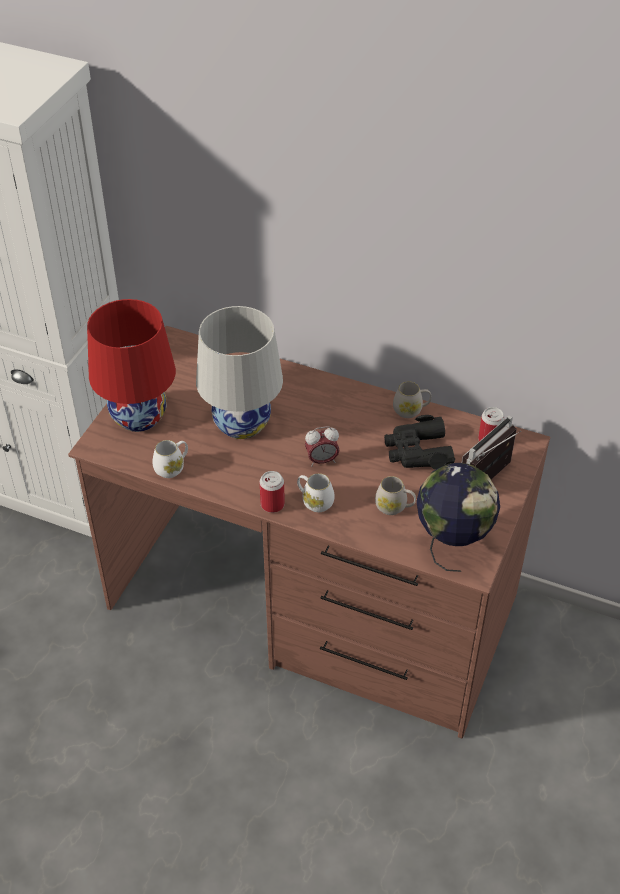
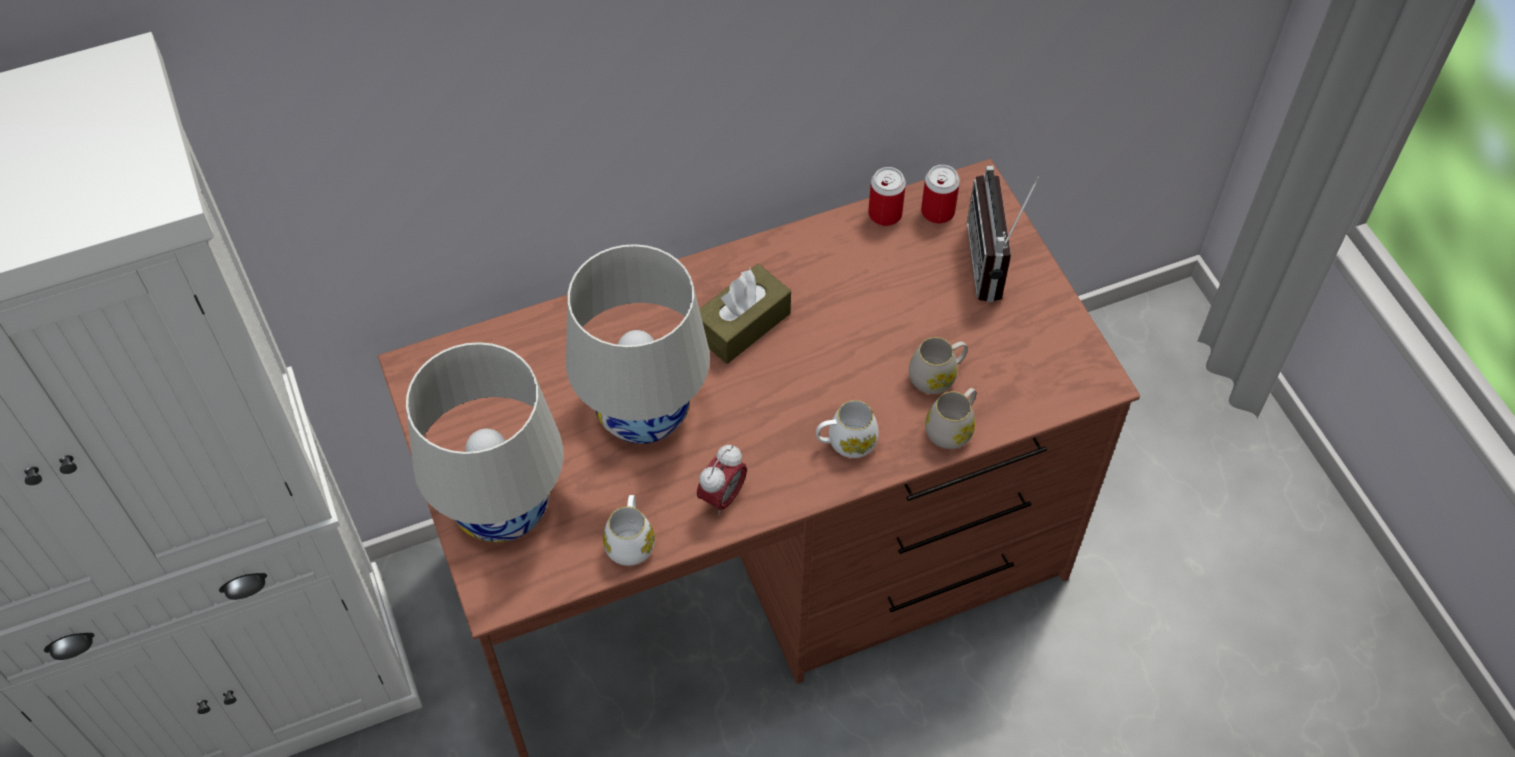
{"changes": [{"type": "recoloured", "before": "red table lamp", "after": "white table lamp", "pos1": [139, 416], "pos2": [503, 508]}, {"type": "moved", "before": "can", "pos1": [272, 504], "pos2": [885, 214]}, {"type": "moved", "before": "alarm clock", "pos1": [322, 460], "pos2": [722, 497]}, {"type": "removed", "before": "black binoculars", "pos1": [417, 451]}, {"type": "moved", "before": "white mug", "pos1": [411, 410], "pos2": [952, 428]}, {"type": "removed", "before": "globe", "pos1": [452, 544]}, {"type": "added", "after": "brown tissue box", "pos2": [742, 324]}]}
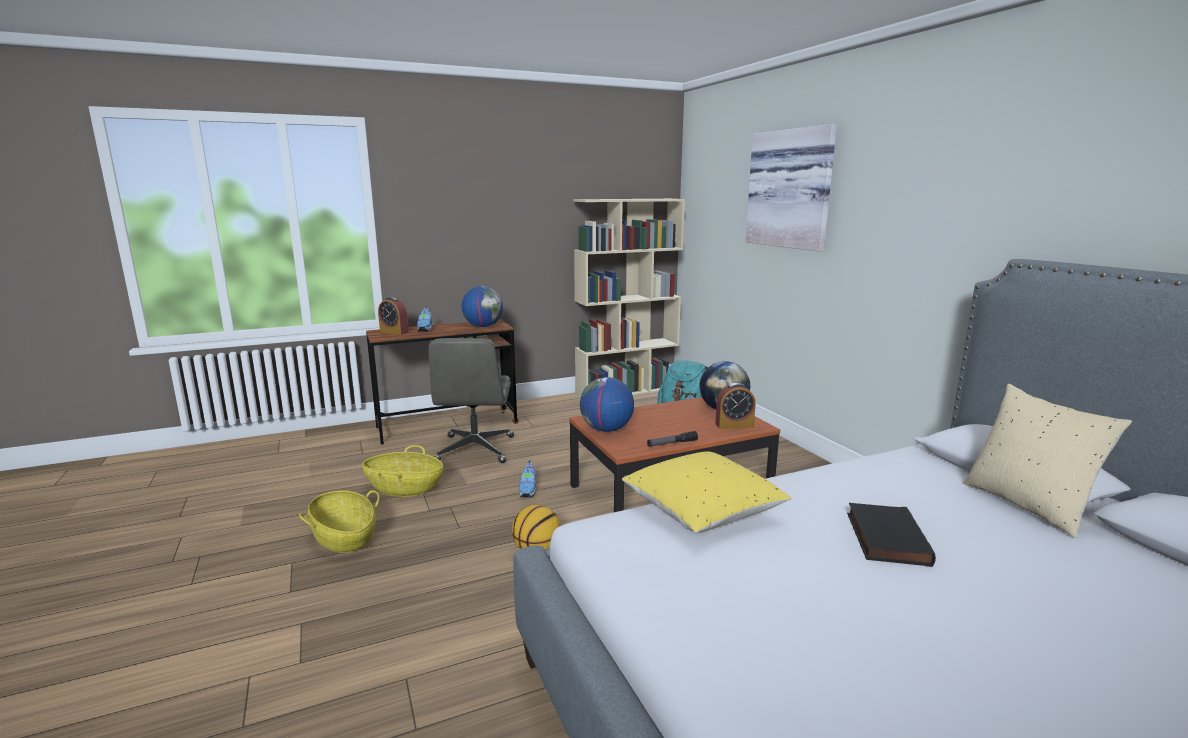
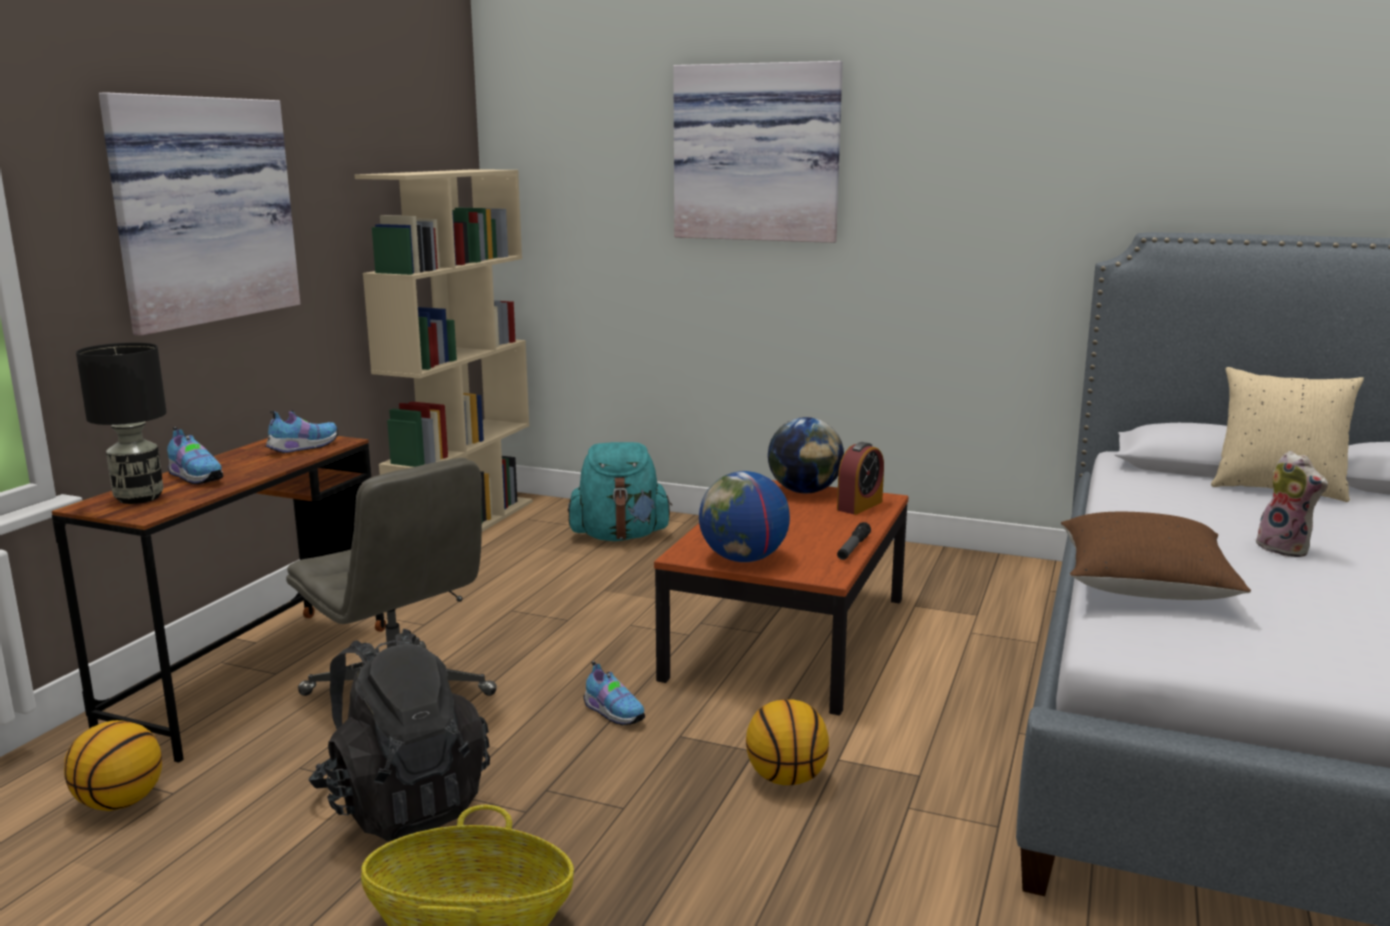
{"changes": [{"type": "replaced", "before": "basket", "after": "black backpack", "pos1": [404, 488], "pos2": [403, 804]}, {"type": "replaced", "before": "alarm clock", "after": "black table lamp", "pos1": [394, 332], "pos2": [140, 498]}, {"type": "replaced", "before": "globe", "after": "shoe", "pos1": [483, 326], "pos2": [301, 448]}, {"type": "recoloured", "before": "yellow pillow", "after": "brown pillow", "pos1": [702, 512], "pos2": [1144, 587]}, {"type": "replaced", "before": "black book", "after": "plush toy", "pos1": [884, 538], "pos2": [1286, 549]}, {"type": "added", "after": "basketball", "pos2": [119, 802]}, {"type": "added", "after": "picture", "pos2": [200, 210]}]}
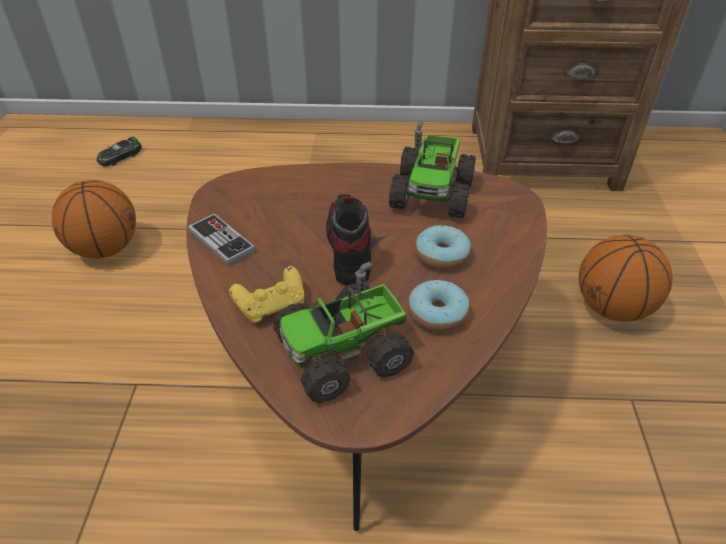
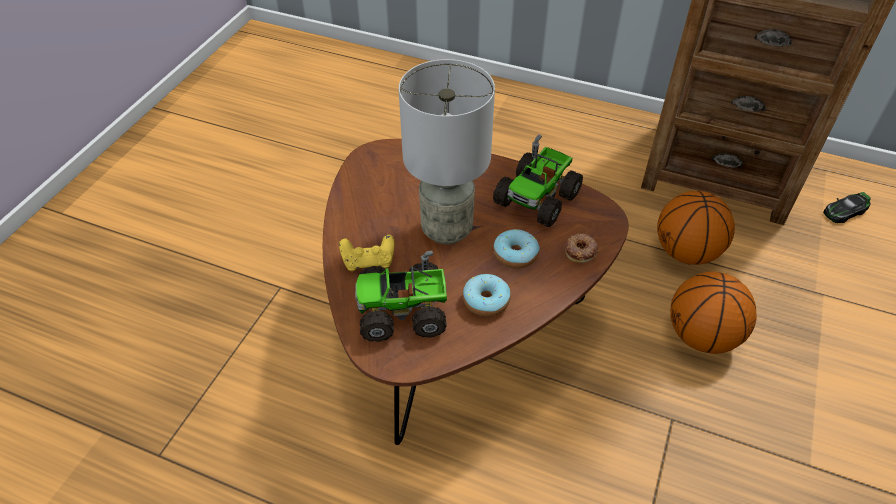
{"changes": [{"type": "moved", "before": "basketball", "pos1": [106, 249], "pos2": [686, 252]}, {"type": "moved", "before": "toy car", "pos1": [120, 156], "pos2": [845, 211]}, {"type": "removed", "before": "game controller", "pos1": [221, 241]}, {"type": "replaced", "before": "shoe", "after": "grey table lamp", "pos1": [348, 248], "pos2": [445, 229]}, {"type": "added", "after": "donut", "pos2": [581, 250]}]}
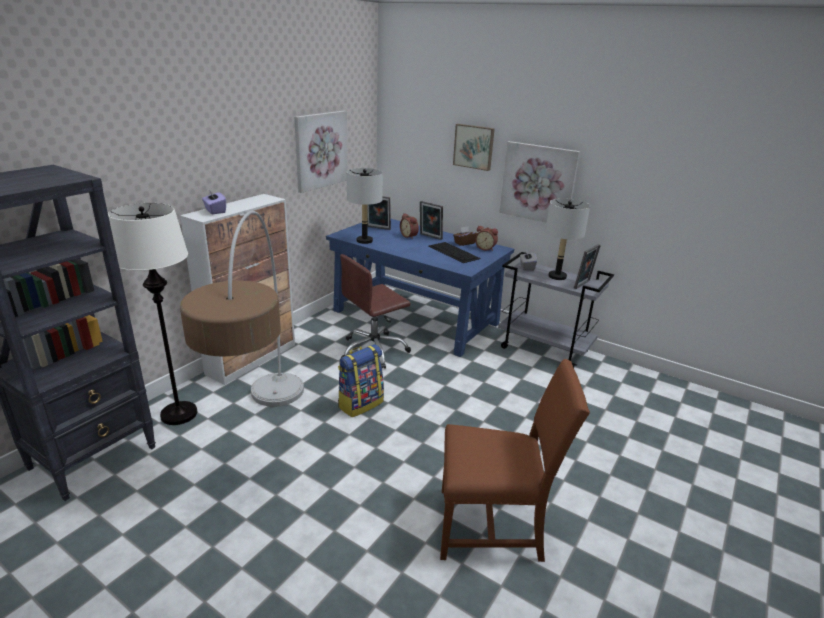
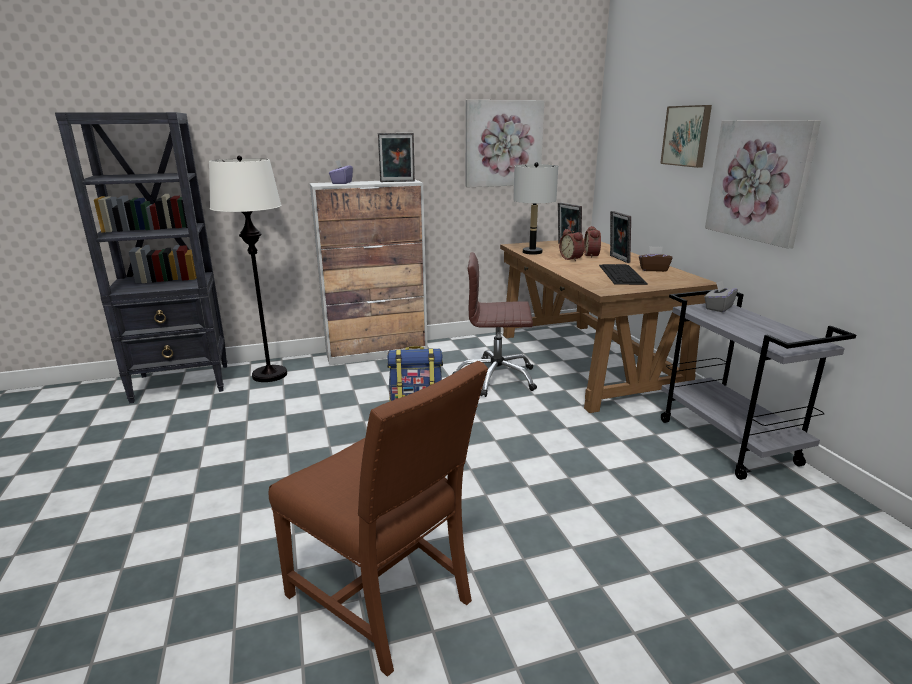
{"changes": [{"type": "removed", "before": "floor lamp", "pos1": [263, 437]}, {"type": "recoloured", "before": "blue desk", "after": "brown desk", "pos1": [415, 317], "pos2": [586, 362]}, {"type": "moved", "before": "alarm clock", "pos1": [485, 248], "pos2": [572, 258]}, {"type": "removed", "before": "grey table lamp", "pos1": [557, 276]}, {"type": "moved", "before": "picture frame", "pos1": [583, 285], "pos2": [397, 181]}]}
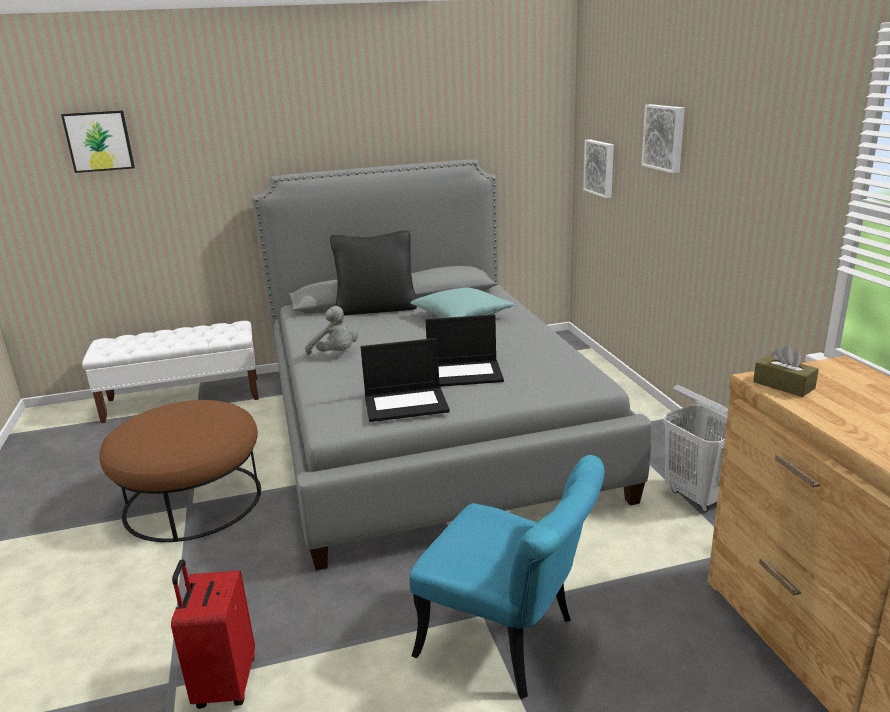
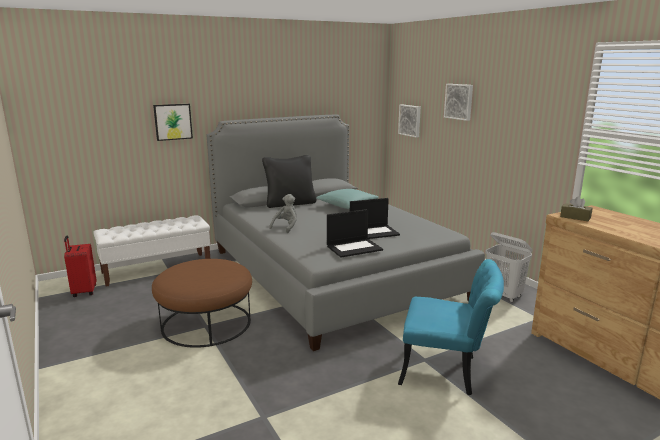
{"changes": [{"type": "moved", "before": "picture", "pos1": [99, 141], "pos2": [173, 121]}, {"type": "moved", "before": "red suitcase", "pos1": [224, 684], "pos2": [83, 292]}, {"type": "turned", "before": "grey plush toy", "pos1": [335, 354], "pos2": [286, 227], "turn": -90}]}
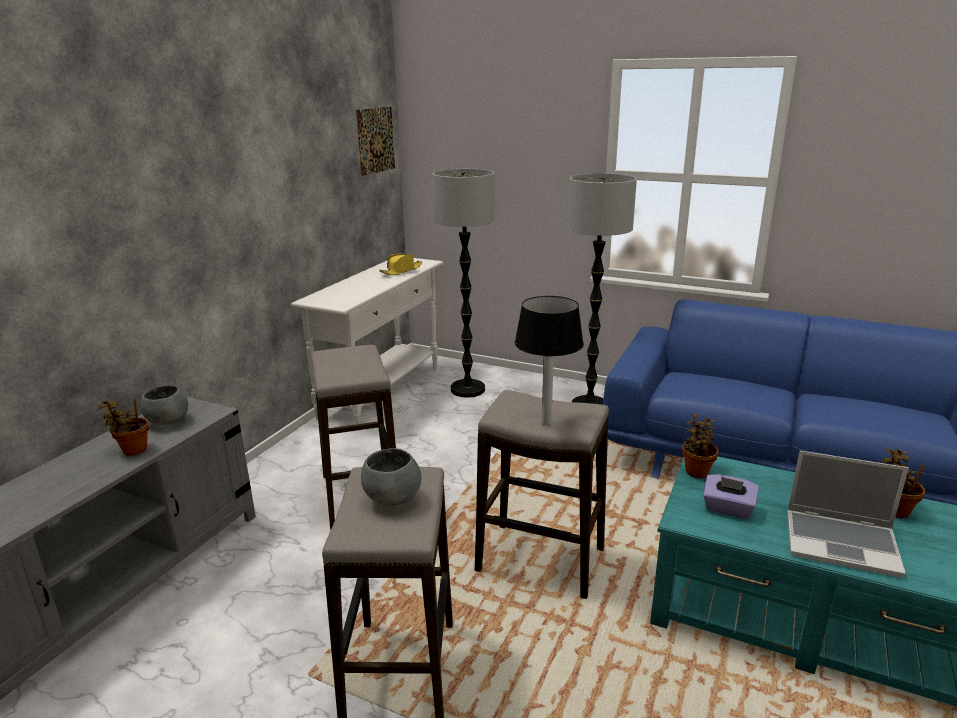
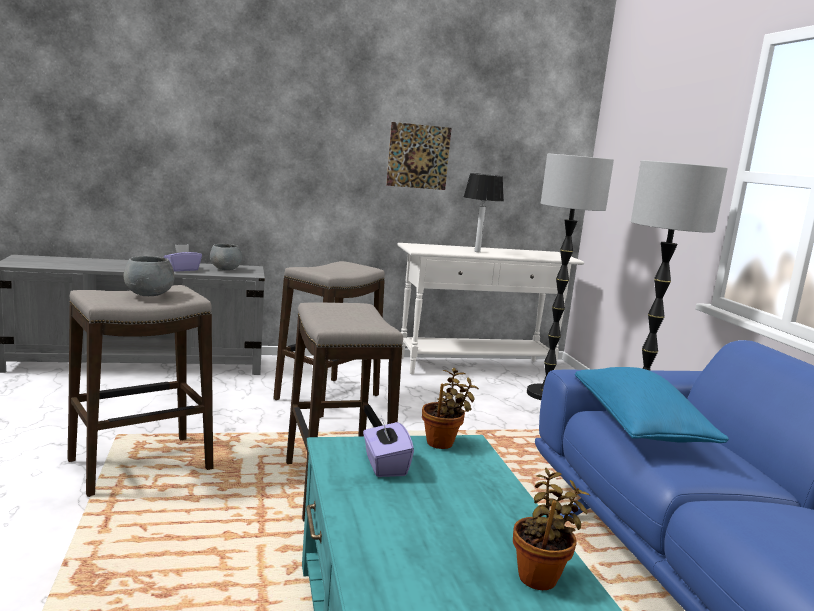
{"changes": [{"type": "replaced", "before": "potted plant", "after": "purple tissue box", "pos1": [132, 450], "pos2": [182, 269]}, {"type": "moved", "before": "picture", "pos1": [376, 140], "pos2": [418, 156]}, {"type": "removed", "before": "yellow hat", "pos1": [401, 271]}, {"type": "moved", "before": "table lamp", "pos1": [546, 423], "pos2": [477, 251]}, {"type": "removed", "before": "laptop", "pos1": [842, 543]}, {"type": "added", "after": "blue pillow", "pos2": [638, 426]}]}
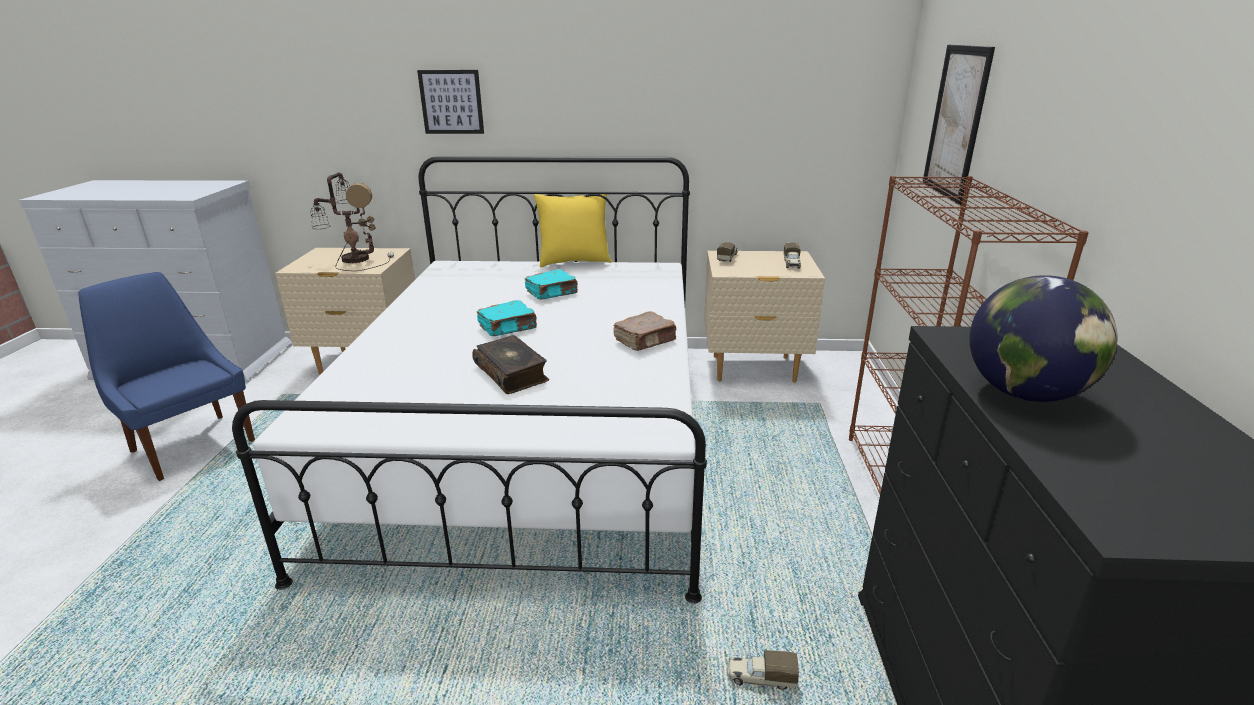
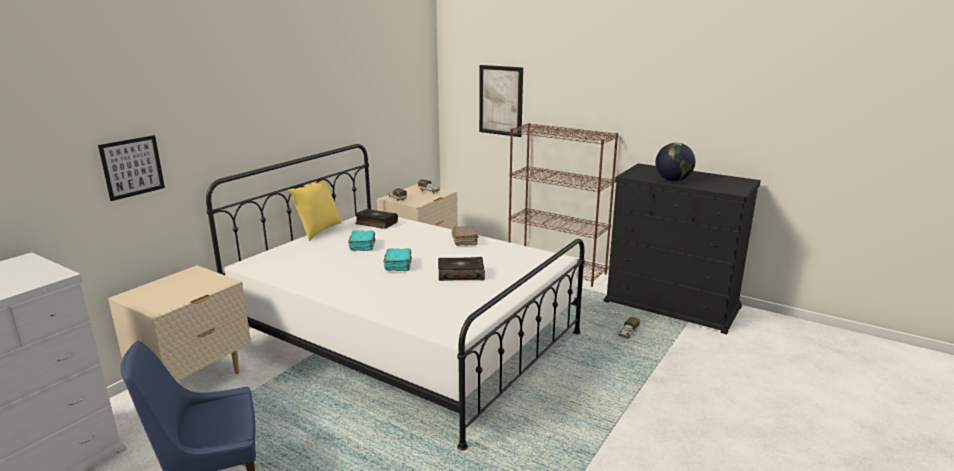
{"changes": [{"type": "removed", "before": "table lamp", "pos1": [354, 259]}, {"type": "moved", "before": "picture", "pos1": [451, 102], "pos2": [132, 167]}, {"type": "added", "after": "book", "pos2": [376, 223]}]}
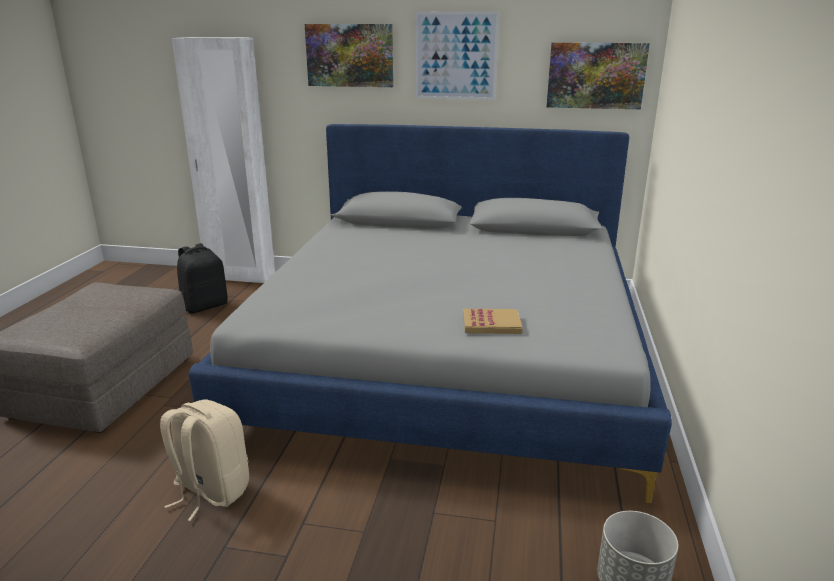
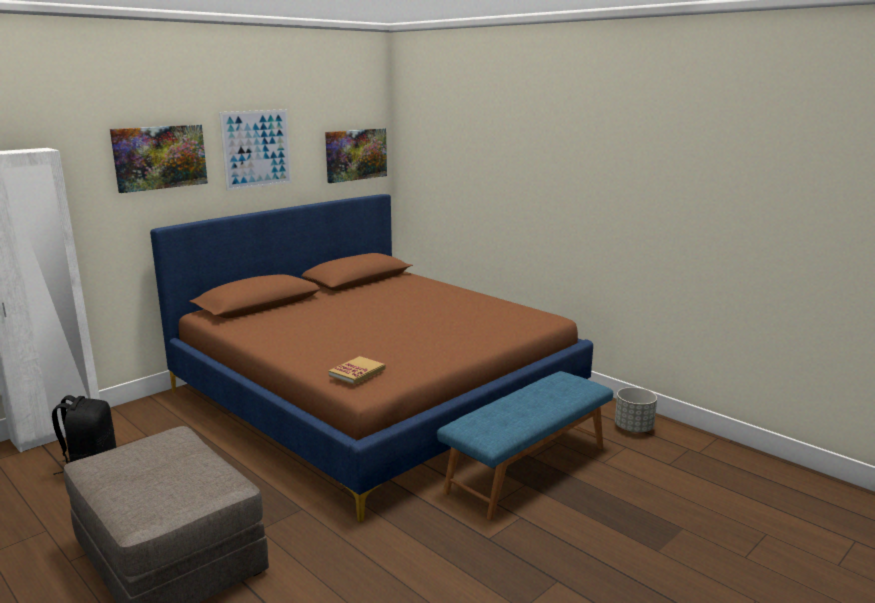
{"changes": [{"type": "removed", "before": "beige backpack", "pos1": [210, 491]}, {"type": "recoloured", "before": "grey bed", "after": "brown bed", "pos1": [448, 358], "pos2": [377, 395]}, {"type": "moved", "before": "book", "pos1": [491, 324], "pos2": [357, 372]}, {"type": "added", "after": "blue bench", "pos2": [526, 468]}]}
